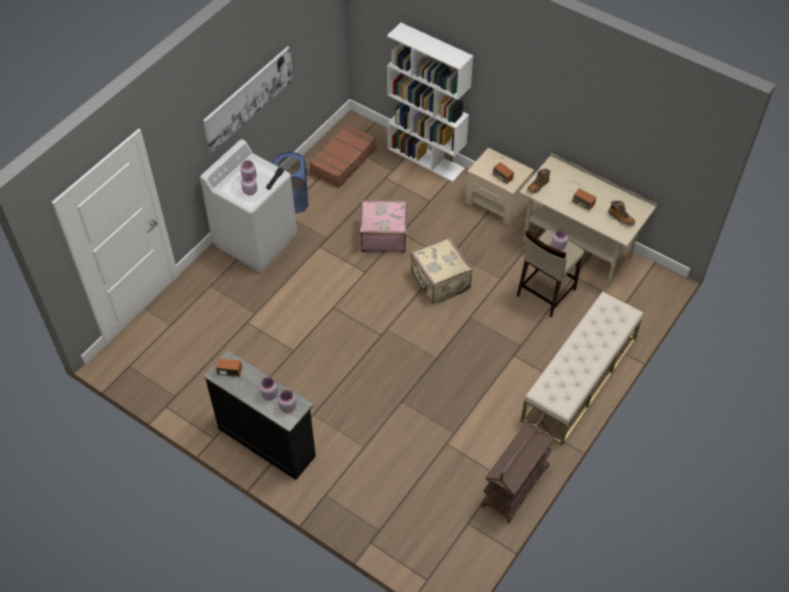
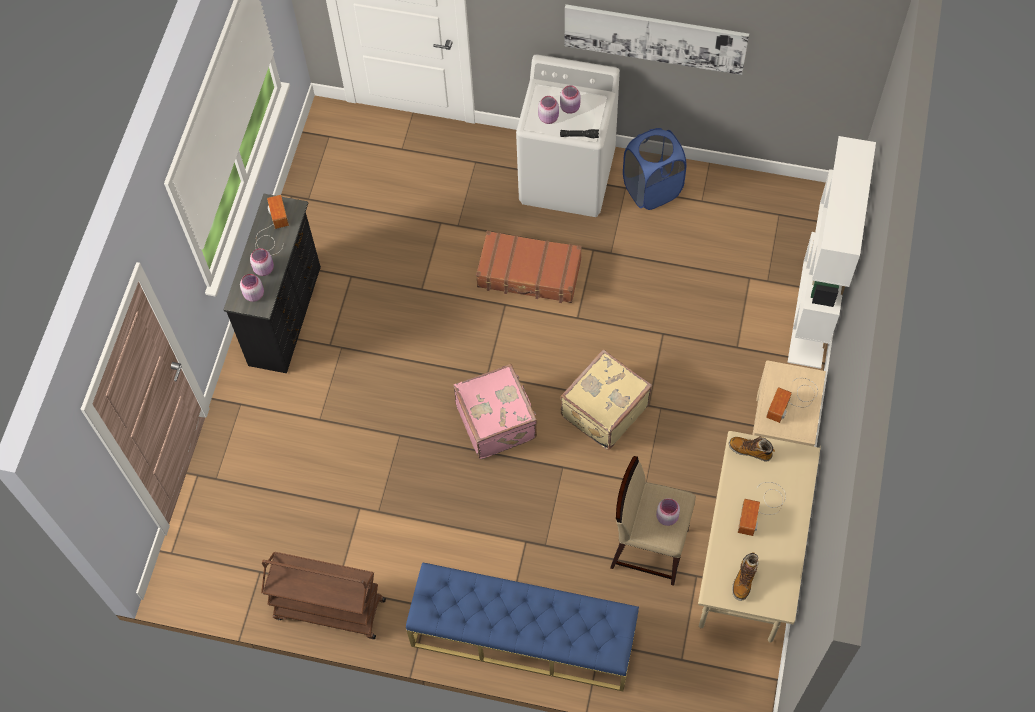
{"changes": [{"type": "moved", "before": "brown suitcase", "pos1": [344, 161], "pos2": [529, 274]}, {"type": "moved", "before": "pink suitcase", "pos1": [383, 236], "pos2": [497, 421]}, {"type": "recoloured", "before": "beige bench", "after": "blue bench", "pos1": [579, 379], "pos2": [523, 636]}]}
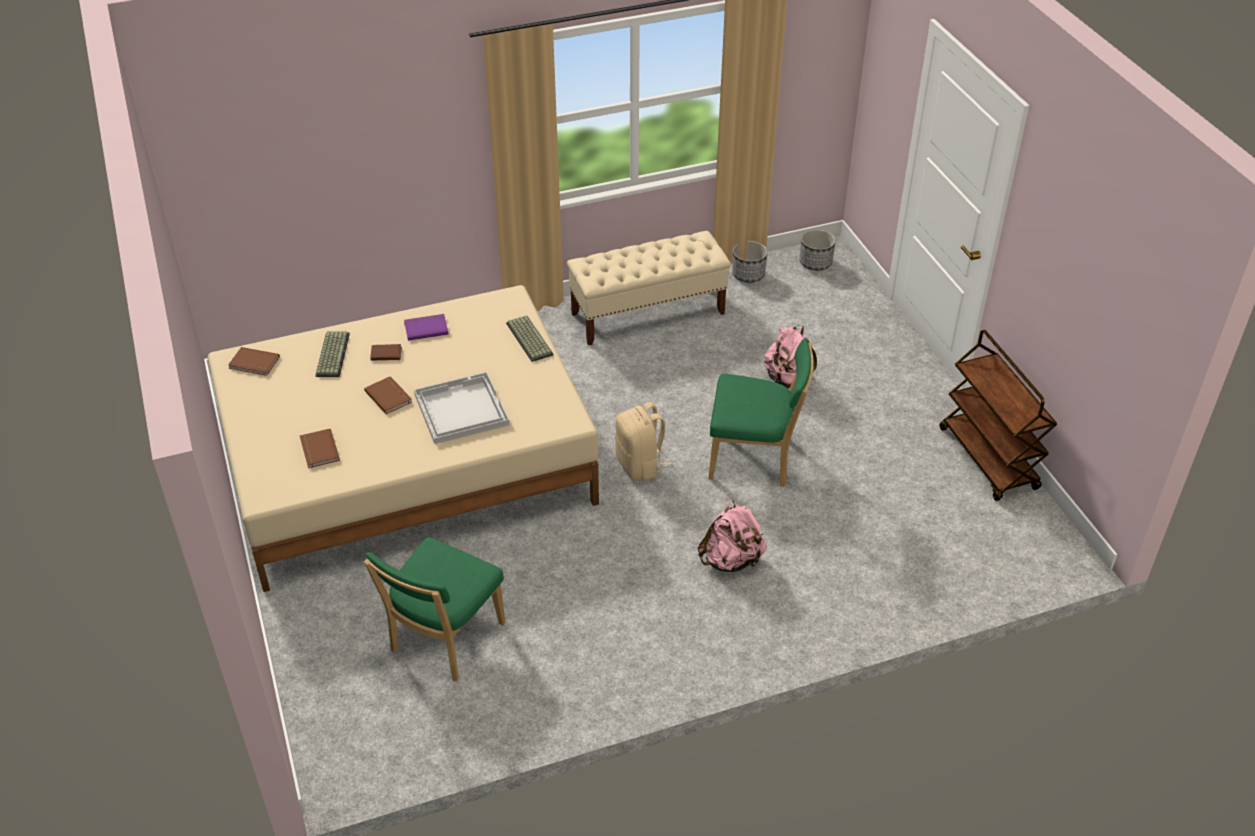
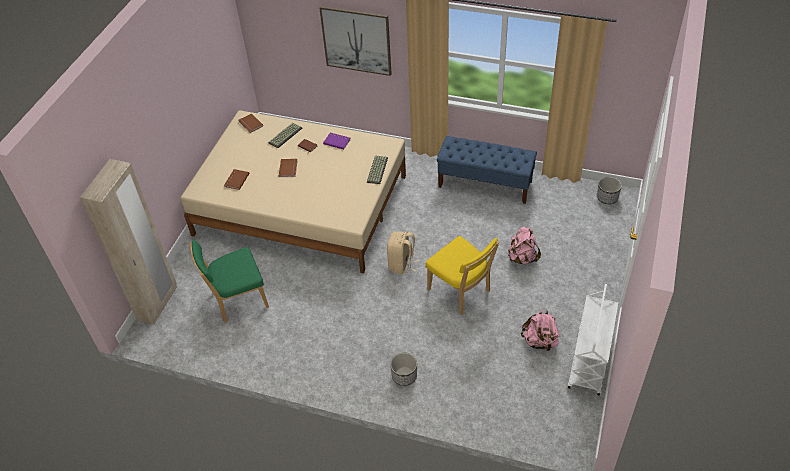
{"changes": [{"type": "removed", "before": "white tray", "pos1": [460, 409]}, {"type": "recoloured", "before": "beige bench", "after": "blue bench", "pos1": [648, 313], "pos2": [485, 184]}, {"type": "moved", "before": "pink backpack", "pos1": [731, 560], "pos2": [540, 341]}, {"type": "recoloured", "before": "green chair", "after": "yellow chair", "pos1": [755, 459], "pos2": [461, 292]}, {"type": "moved", "before": "planter", "pos1": [748, 274], "pos2": [404, 376]}, {"type": "recoloured", "before": "brown cart", "after": "white cart", "pos1": [989, 459], "pos2": [589, 362]}, {"type": "added", "after": "beige wardrobe", "pos2": [158, 303]}, {"type": "added", "after": "picture", "pos2": [356, 40]}]}
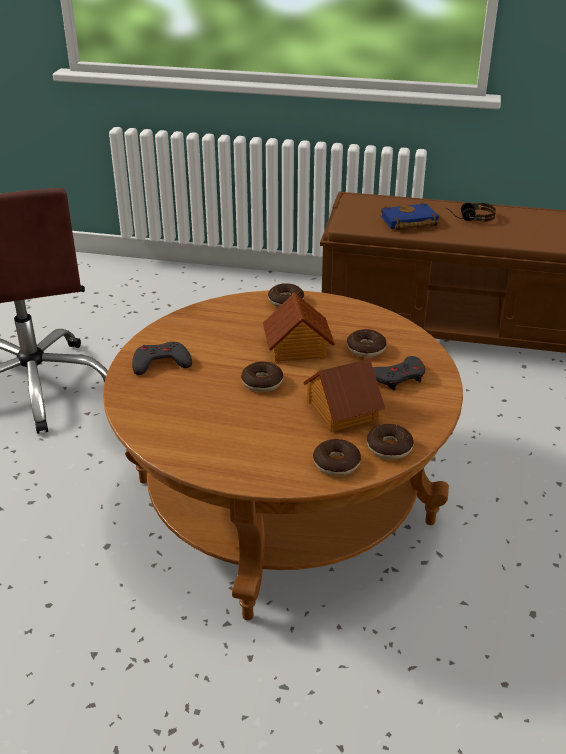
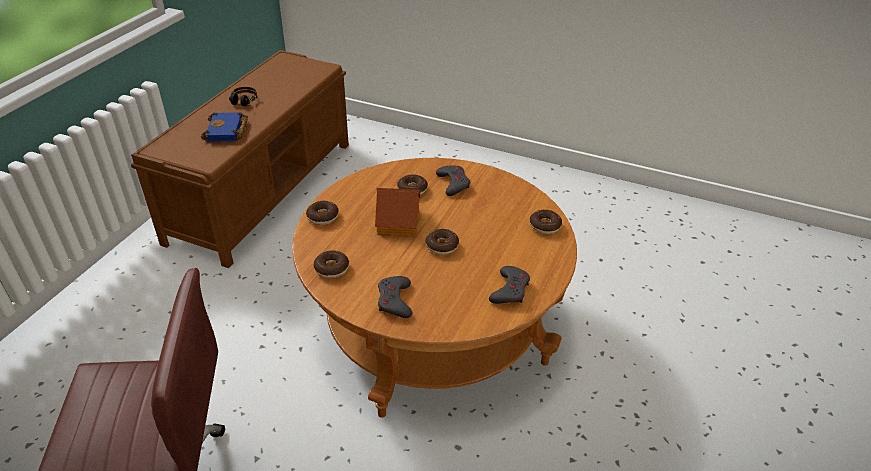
{"changes": [{"type": "removed", "before": "toy house", "pos1": [341, 410]}, {"type": "moved", "before": "donut", "pos1": [389, 448], "pos2": [331, 268]}, {"type": "added", "after": "grey game controller", "pos2": [510, 290]}]}
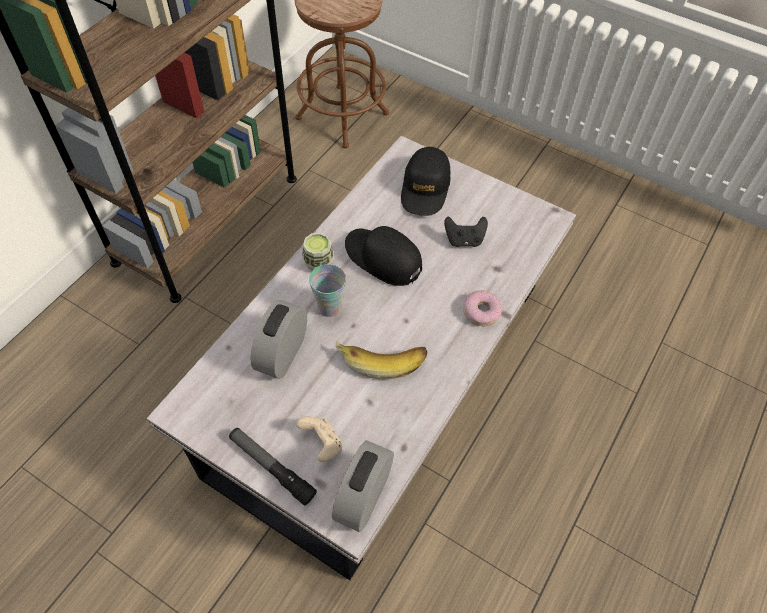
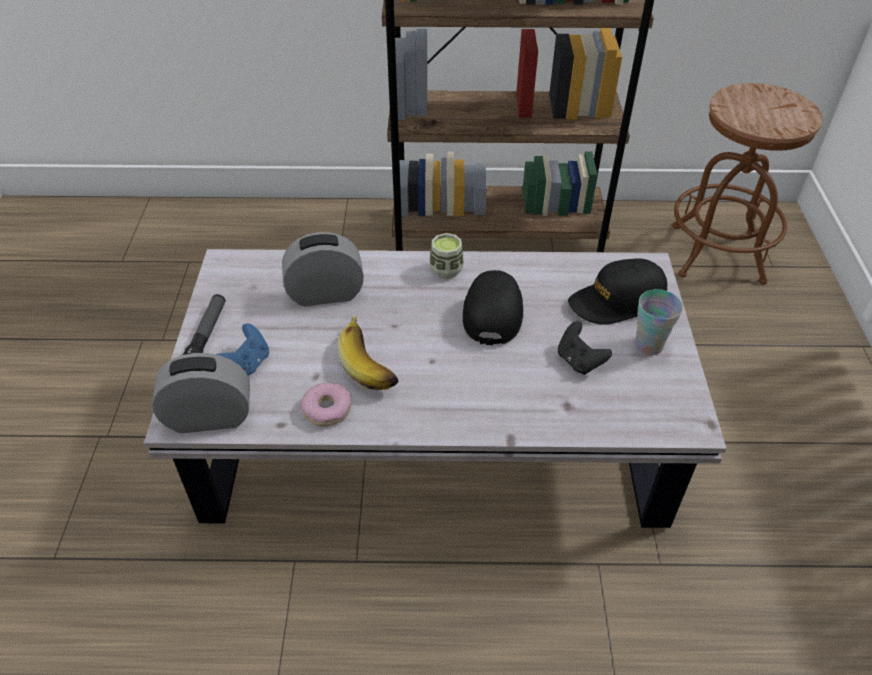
{"changes": [{"type": "recoloured", "before": "beige game controller", "after": "blue game controller", "pos1": [322, 444], "pos2": [248, 363]}, {"type": "moved", "before": "cup", "pos1": [329, 307], "pos2": [648, 345]}, {"type": "moved", "before": "donut", "pos1": [481, 312], "pos2": [327, 409]}]}
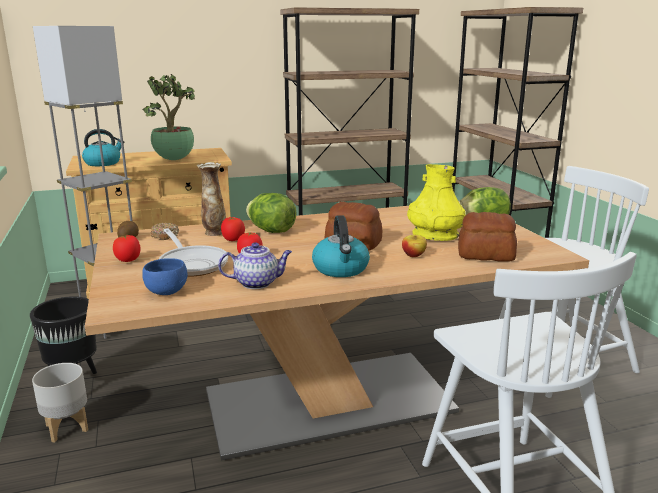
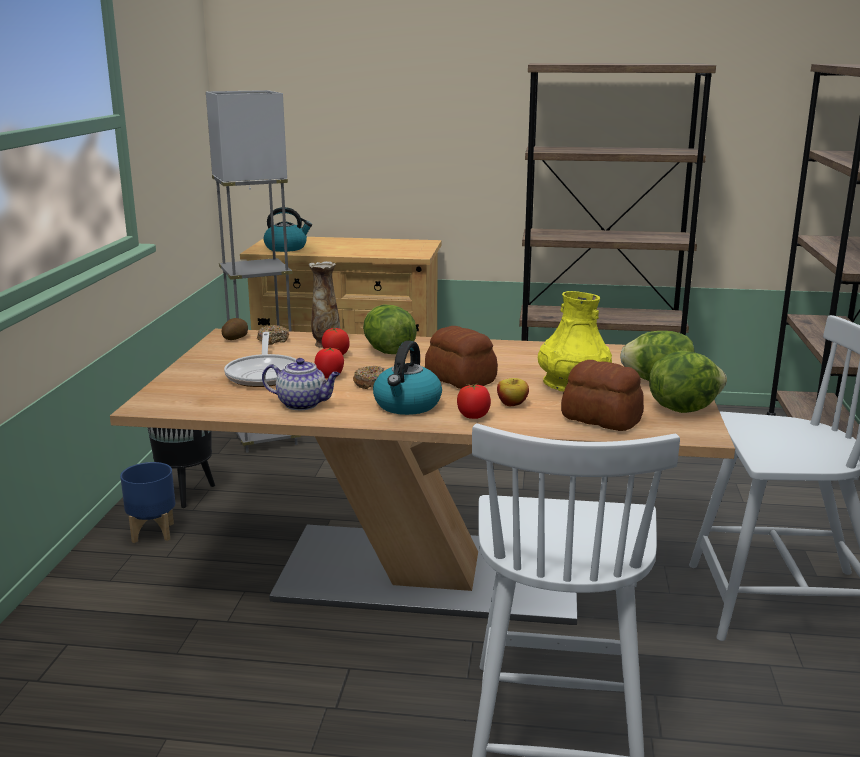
{"changes": [{"type": "recoloured", "before": "grey planter", "after": "blue planter", "pos1": [67, 427], "pos2": [153, 532]}, {"type": "moved", "before": "tomato", "pos1": [128, 260], "pos2": [473, 416]}, {"type": "removed", "before": "blue bowl", "pos1": [165, 292]}, {"type": "removed", "before": "potted plant", "pos1": [175, 159]}, {"type": "added", "after": "donut", "pos2": [371, 383]}, {"type": "added", "after": "lettuce", "pos2": [682, 408]}]}
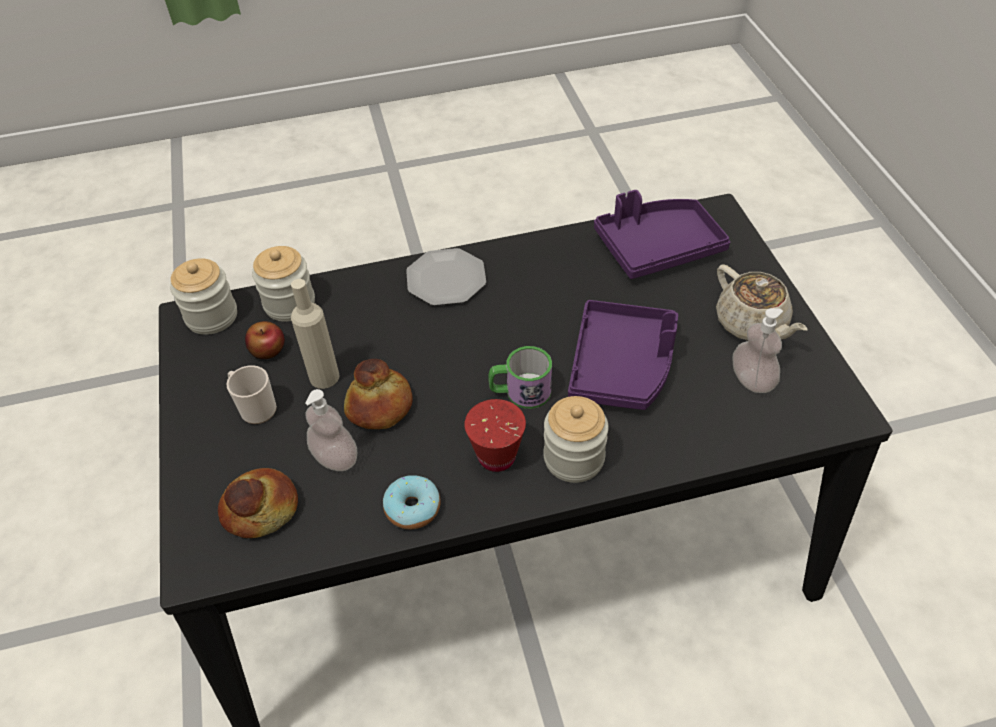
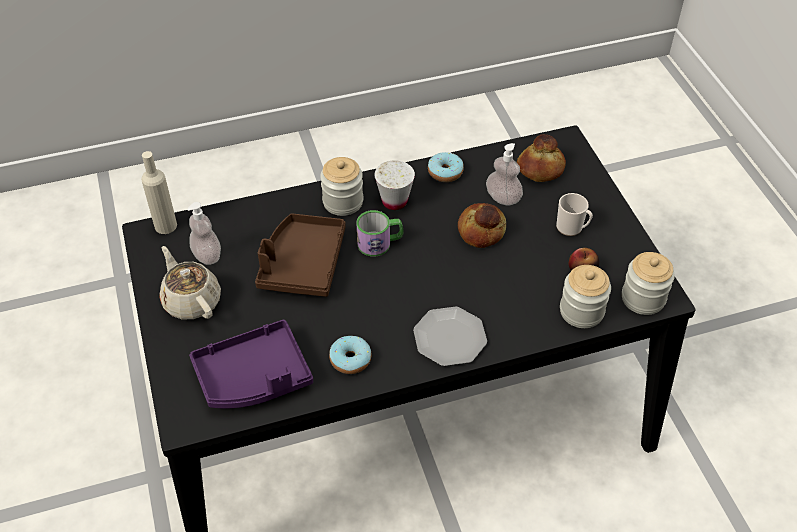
{"changes": [{"type": "moved", "before": "beige bottle", "pos1": [324, 377], "pos2": [165, 225]}, {"type": "recoloured", "before": "red cup", "after": "white cup", "pos1": [496, 456], "pos2": [394, 201]}, {"type": "recoloured", "before": "purple tray", "after": "brown tray", "pos1": [622, 366], "pos2": [302, 264]}, {"type": "added", "after": "donut", "pos2": [350, 359]}]}
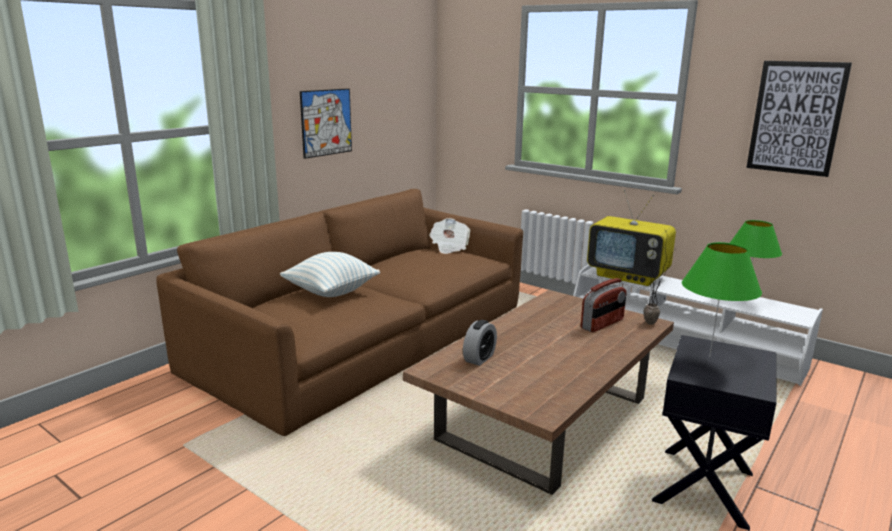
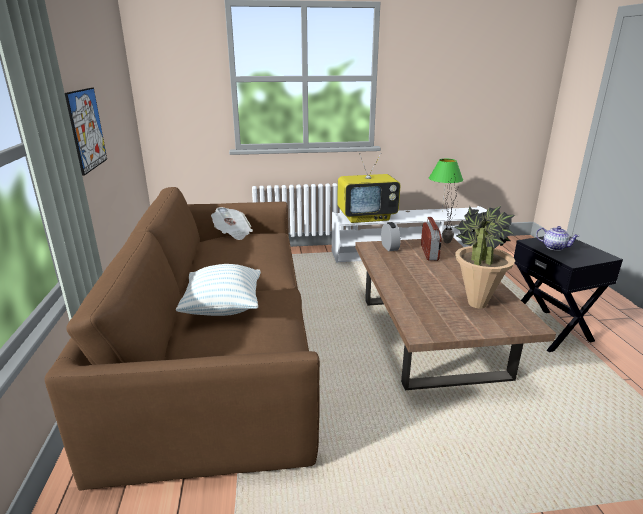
{"changes": [{"type": "moved", "before": "alarm clock", "pos1": [479, 358], "pos2": [389, 247]}, {"type": "replaced", "before": "green table lamp", "after": "teapot", "pos1": [709, 357], "pos2": [554, 247]}, {"type": "removed", "before": "picture", "pos1": [796, 118]}, {"type": "added", "after": "potted plant", "pos2": [476, 304]}]}
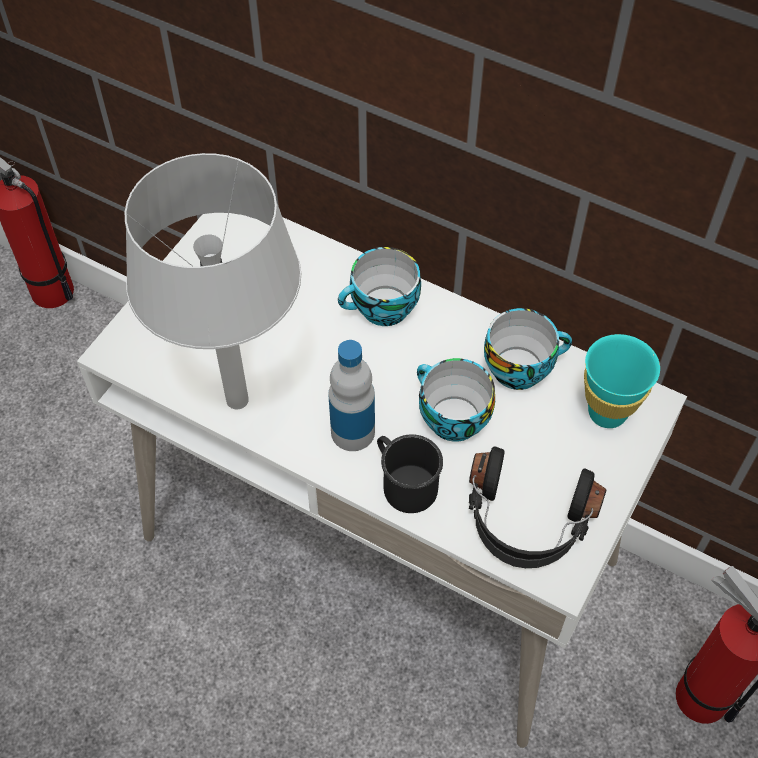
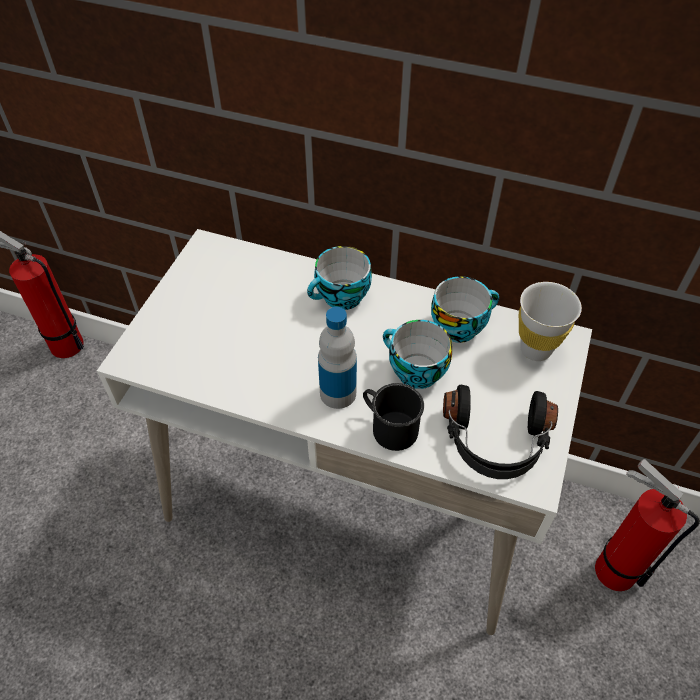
{"changes": [{"type": "removed", "before": "grey table lamp", "pos1": [235, 400]}, {"type": "recoloured", "before": "turquoise cup", "after": "white cup", "pos1": [607, 412], "pos2": [535, 349]}]}
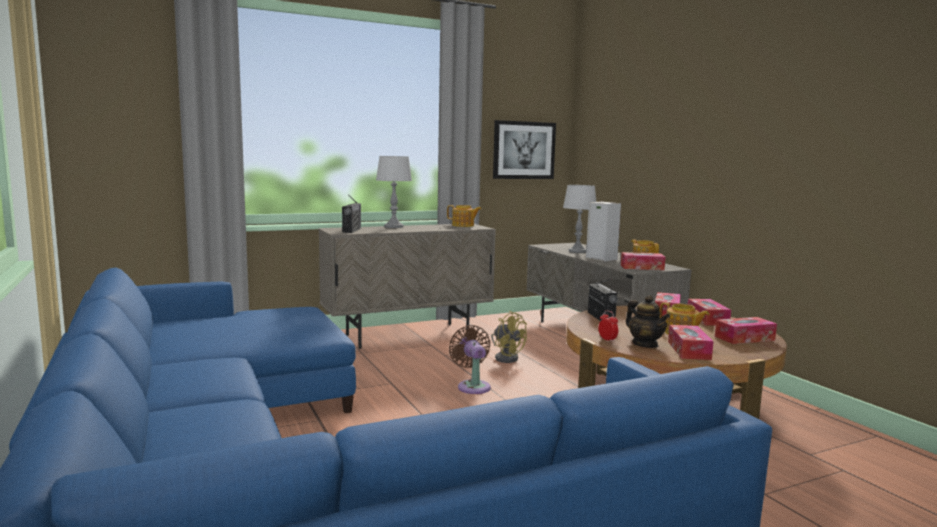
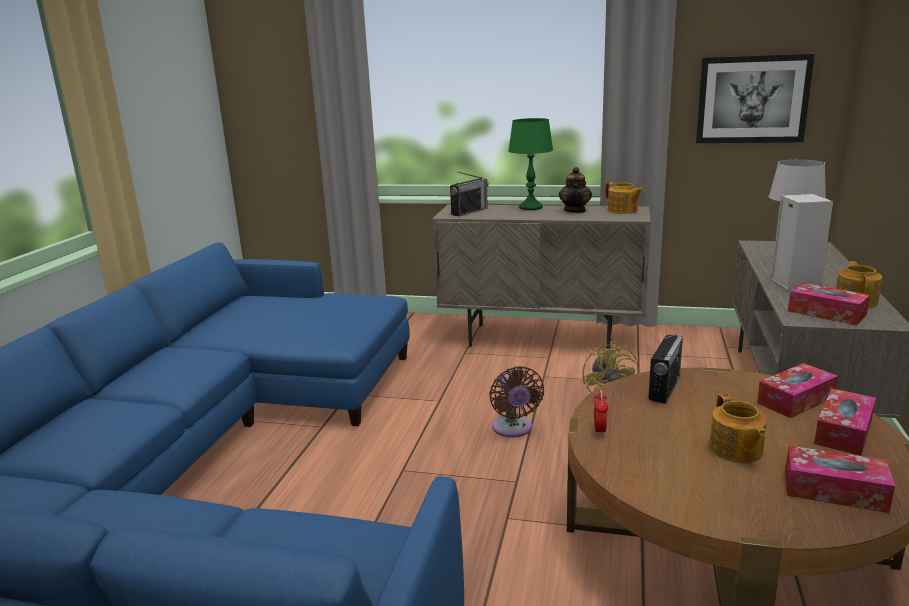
{"changes": [{"type": "recoloured", "before": "grey table lamp", "after": "green table lamp", "pos1": [394, 226], "pos2": [531, 207]}, {"type": "turned", "before": "brown fan", "pos1": [472, 386], "pos2": [513, 429], "turn": 150}, {"type": "moved", "before": "teapot", "pos1": [645, 344], "pos2": [575, 210]}, {"type": "removed", "before": "tissue box", "pos1": [689, 350]}]}
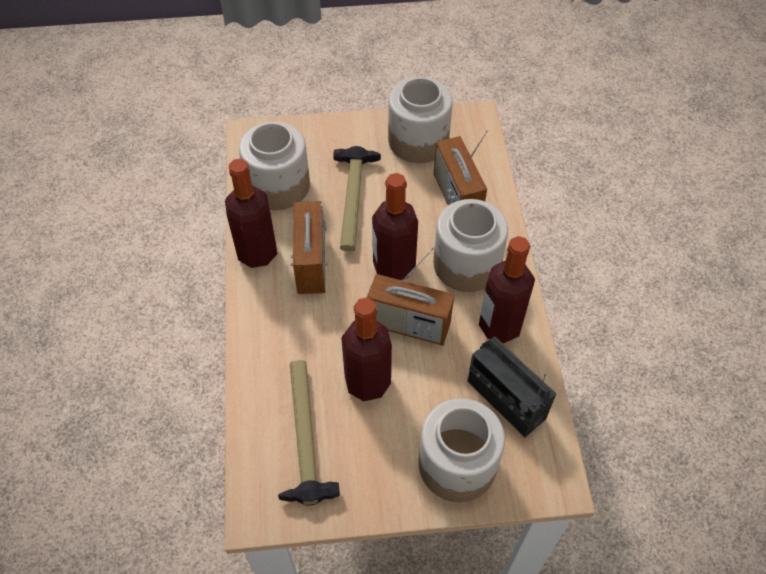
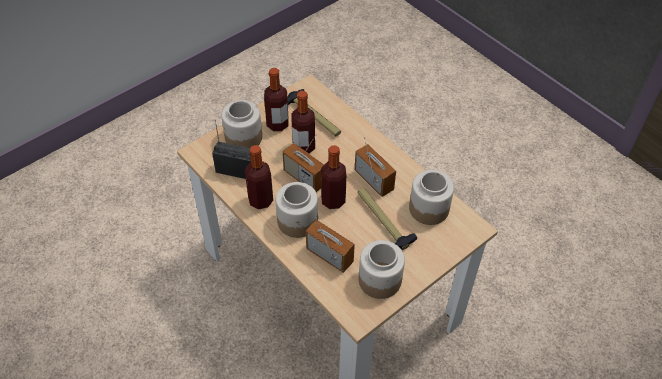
{"changes": [{"type": "moved", "before": "bottle", "pos1": [257, 252], "pos2": [277, 124]}, {"type": "turned", "before": "radio", "pos1": [409, 325], "pos2": [304, 178], "turn": -120}]}
